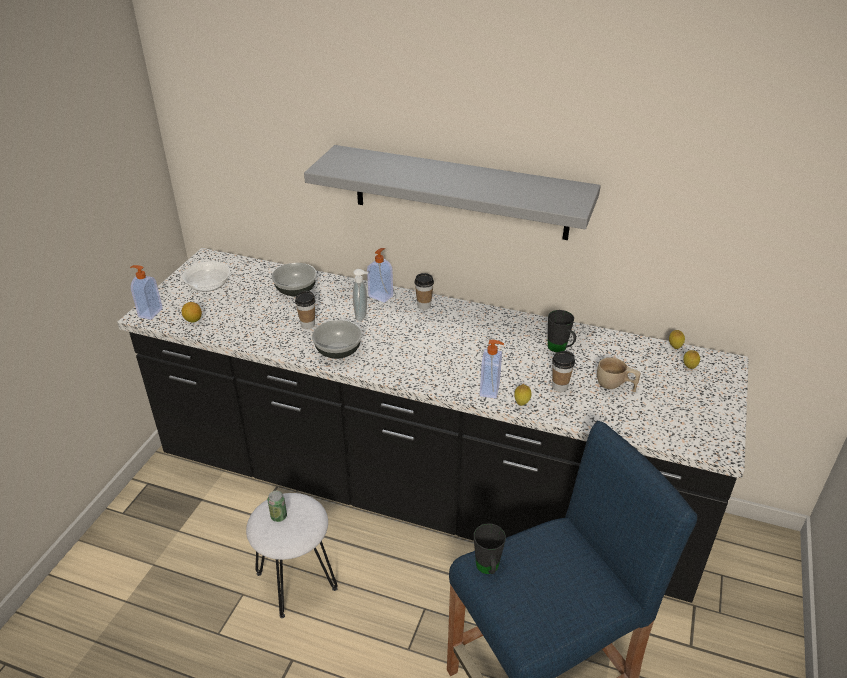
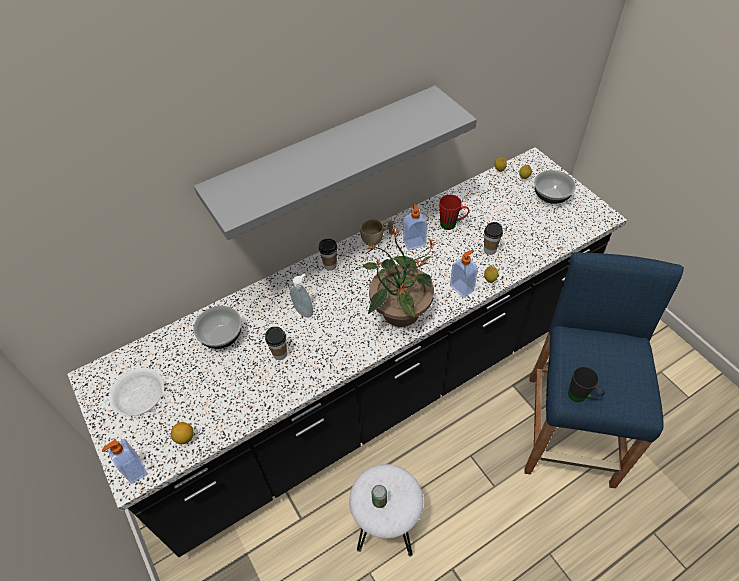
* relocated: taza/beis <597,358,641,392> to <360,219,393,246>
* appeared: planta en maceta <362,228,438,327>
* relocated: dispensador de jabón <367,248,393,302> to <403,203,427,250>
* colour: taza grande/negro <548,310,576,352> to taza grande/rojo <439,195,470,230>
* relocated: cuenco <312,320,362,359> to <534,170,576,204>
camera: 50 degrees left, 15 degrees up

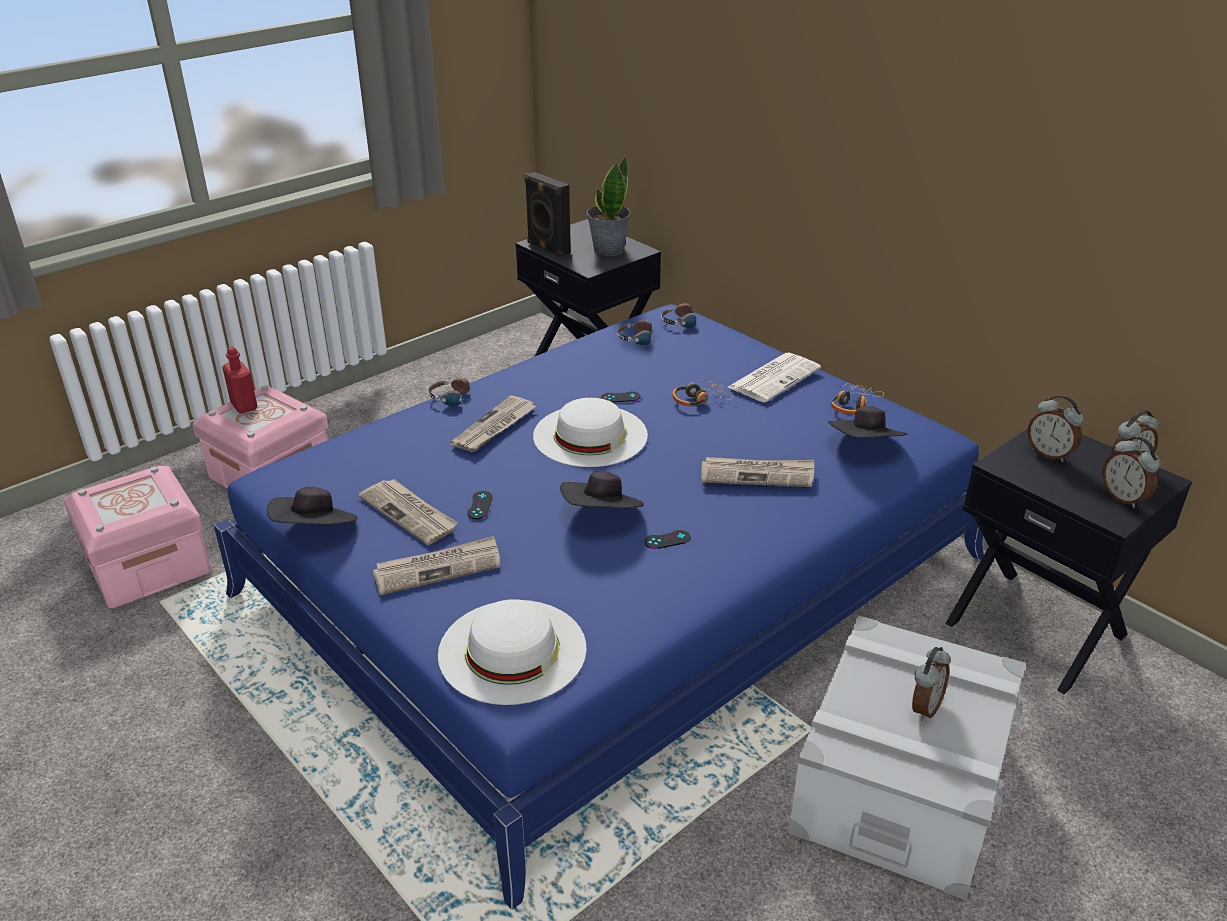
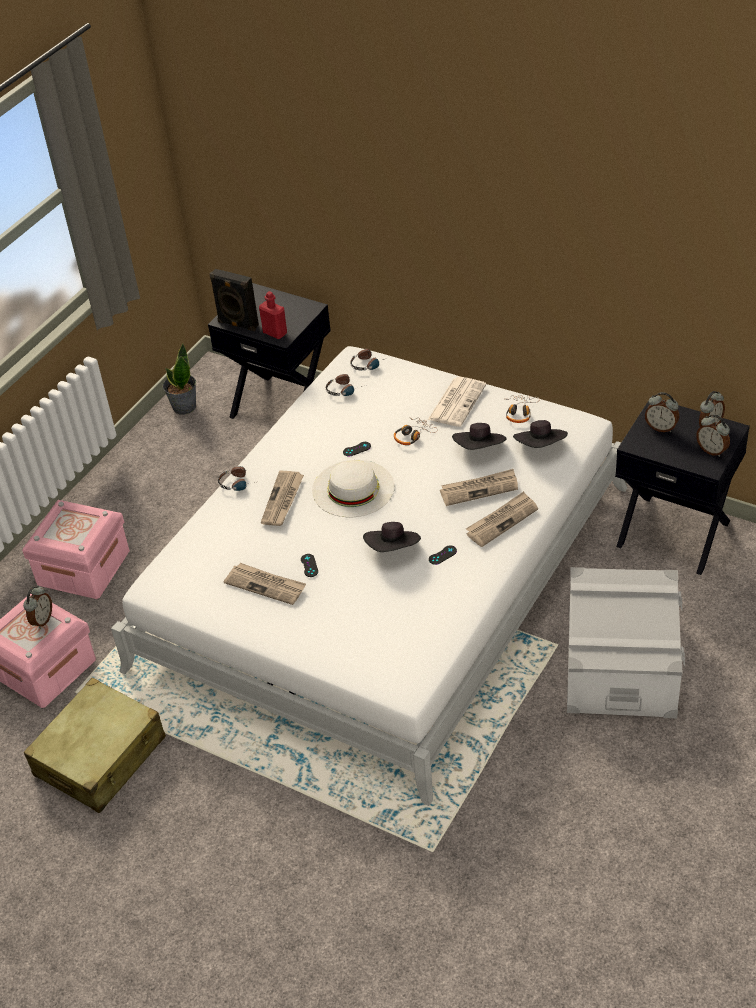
* relocated: despertador <912,647,951,721> to <23,585,52,629>
* appeared: maleta/beis <24,678,166,813>
* colour: cama/azul <214,304,984,910> to cama/blanco <111,346,627,806>
* relocated: planta en maceta <587,155,631,256> to <163,344,196,415>
* relocated: botella/rojo <222,347,258,413> to <259,291,287,339>
* relocated: sombrero/negro <267,487,357,525> to <452,423,507,450>
* relocated: periódico <373,536,500,595> to <466,491,538,547>
* missing: sombrero/blanco <438,599,587,705>
camera: 15 degrees left, 10 degrees up

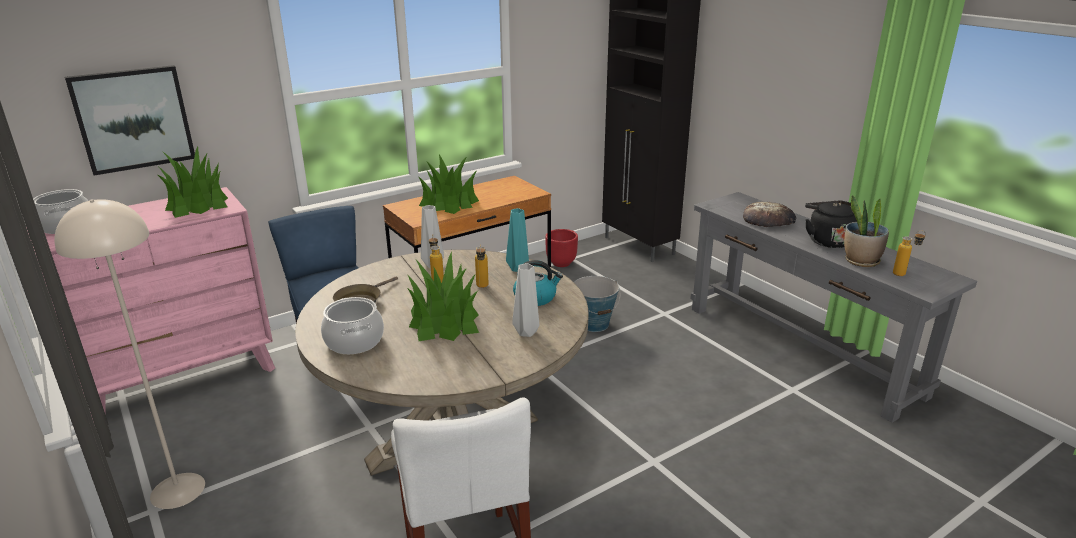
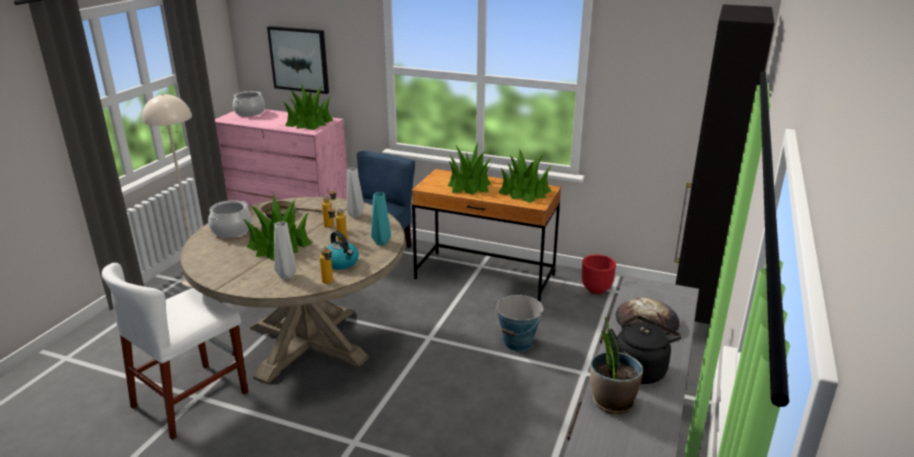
* relocated: botella <893,230,926,276> to <320,246,333,284>
* appeared: planta en maceta <499,149,552,203>
camera: 55 degrees right, 0 degrees up

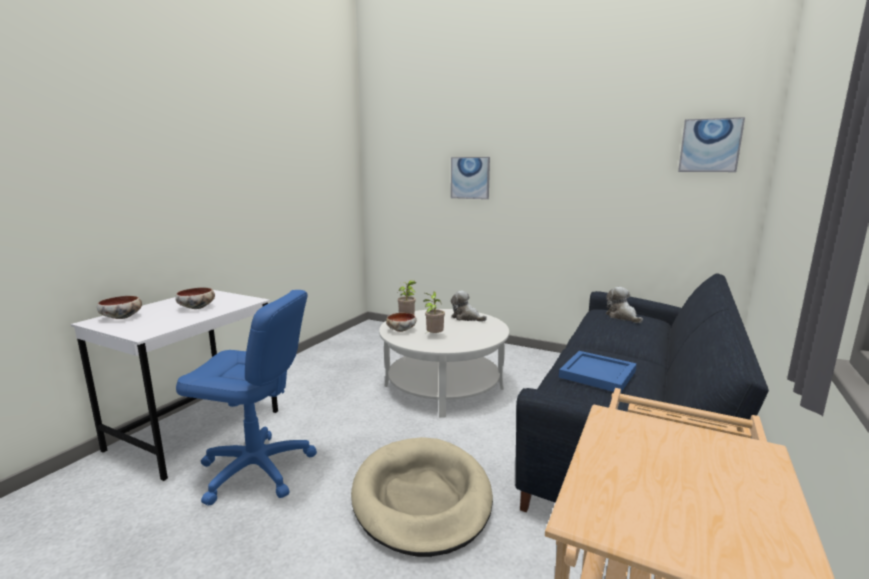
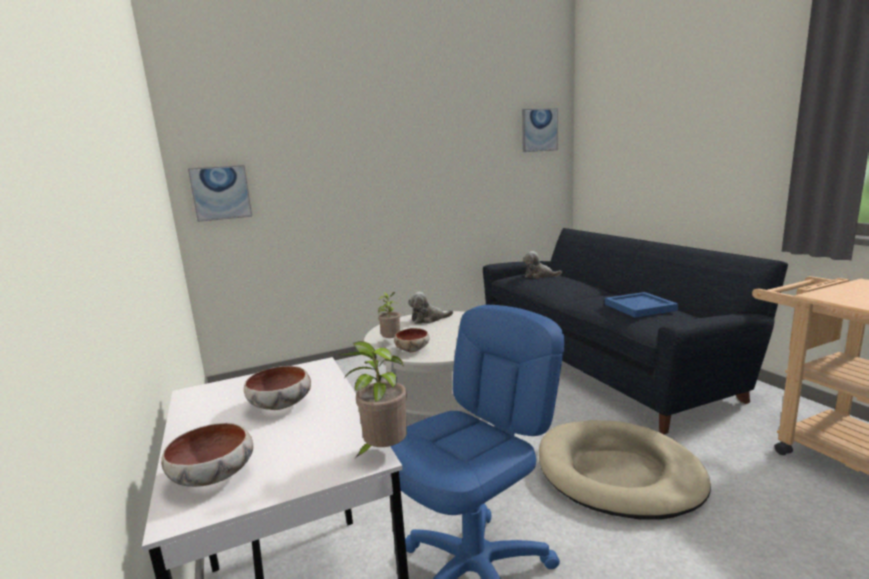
* relocated: cuadro <451,157,490,199> to <188,165,252,222>
* relocated: planta en maceta <423,291,445,333> to <339,341,407,458>
camera: 50 degrees left, 0 degrees up

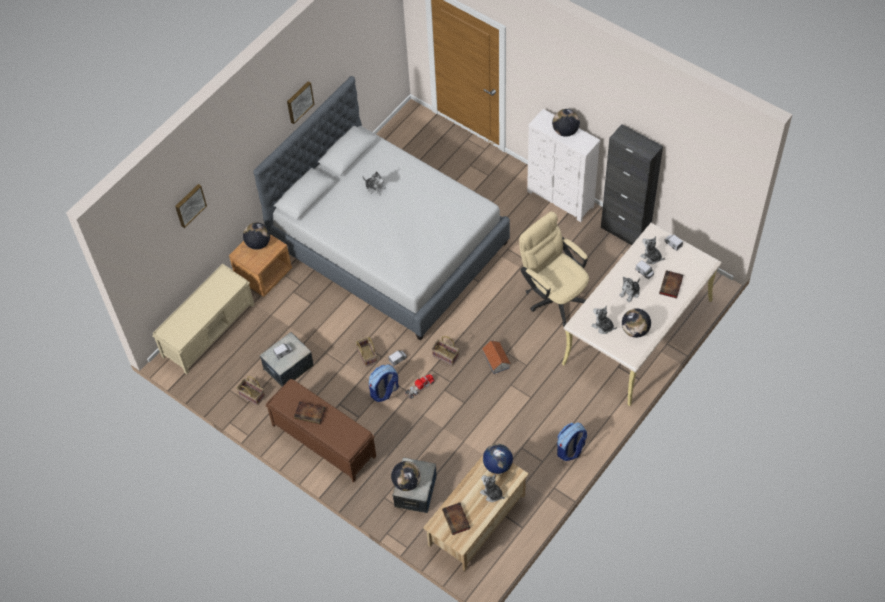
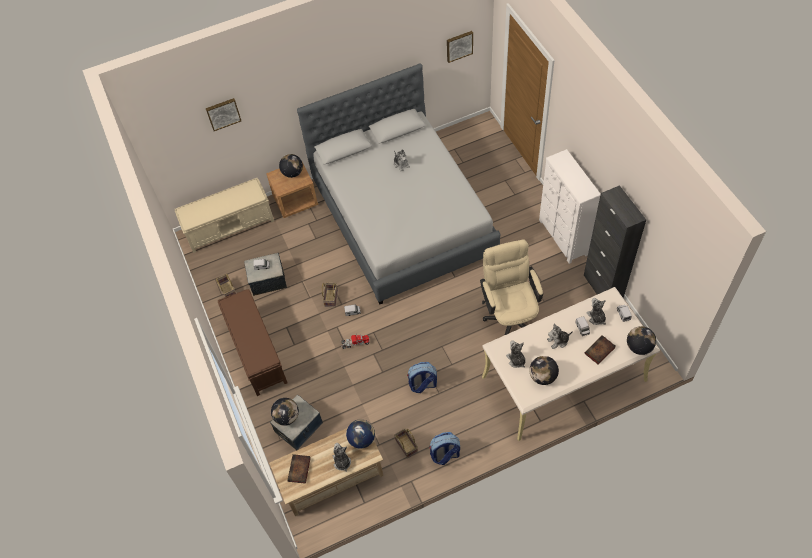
* relocated: cesta <432,336,459,366> to <394,429,418,458>
* relocated: mochila <369,364,399,402> to <407,362,437,393>
* relocated: cuadro <287,82,314,124> to <447,31,473,63>
* relocated: globo terráqueo <552,109,580,137> to <627,326,656,355>
* missing: libro <294,401,326,424>
* missing: casita <482,340,511,374>
camera: 30 degrees right, 0 degrees up

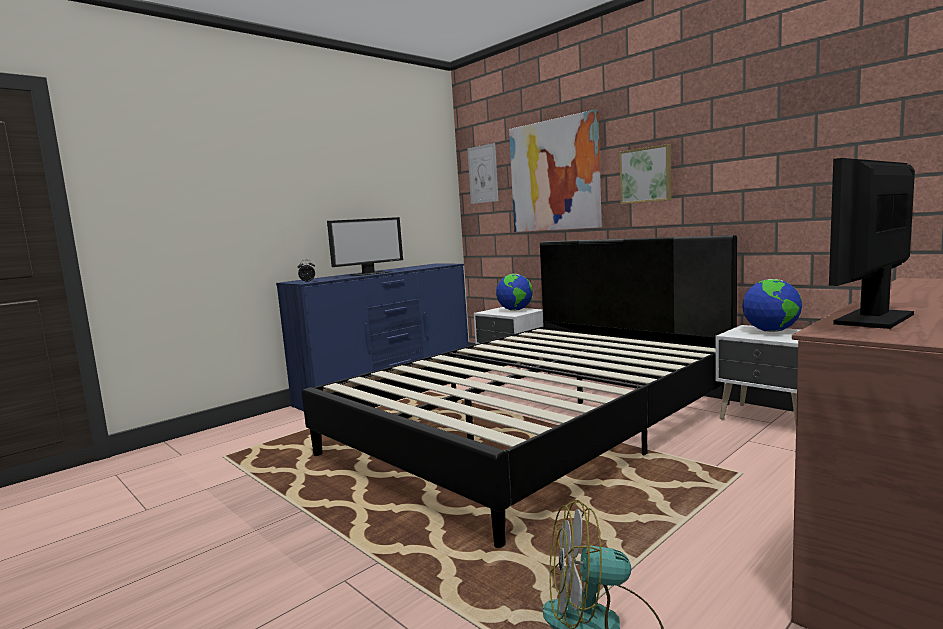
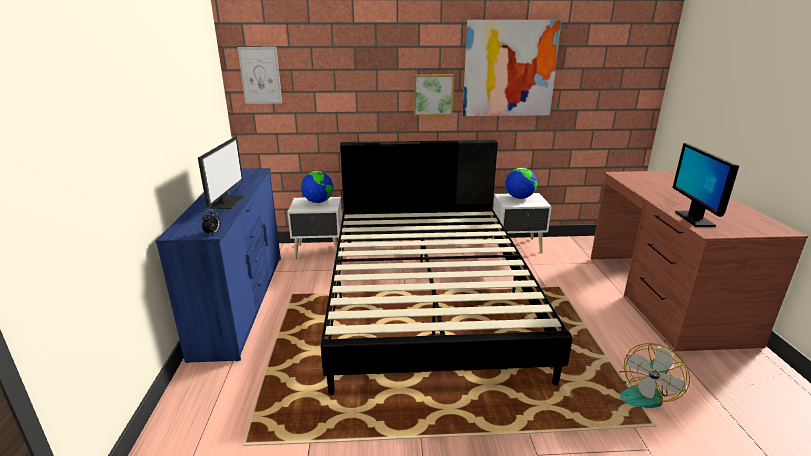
* relocated: cuadro <509,109,602,232> to <463,20,562,116>
camera: 50 degrees left, 15 degrees up

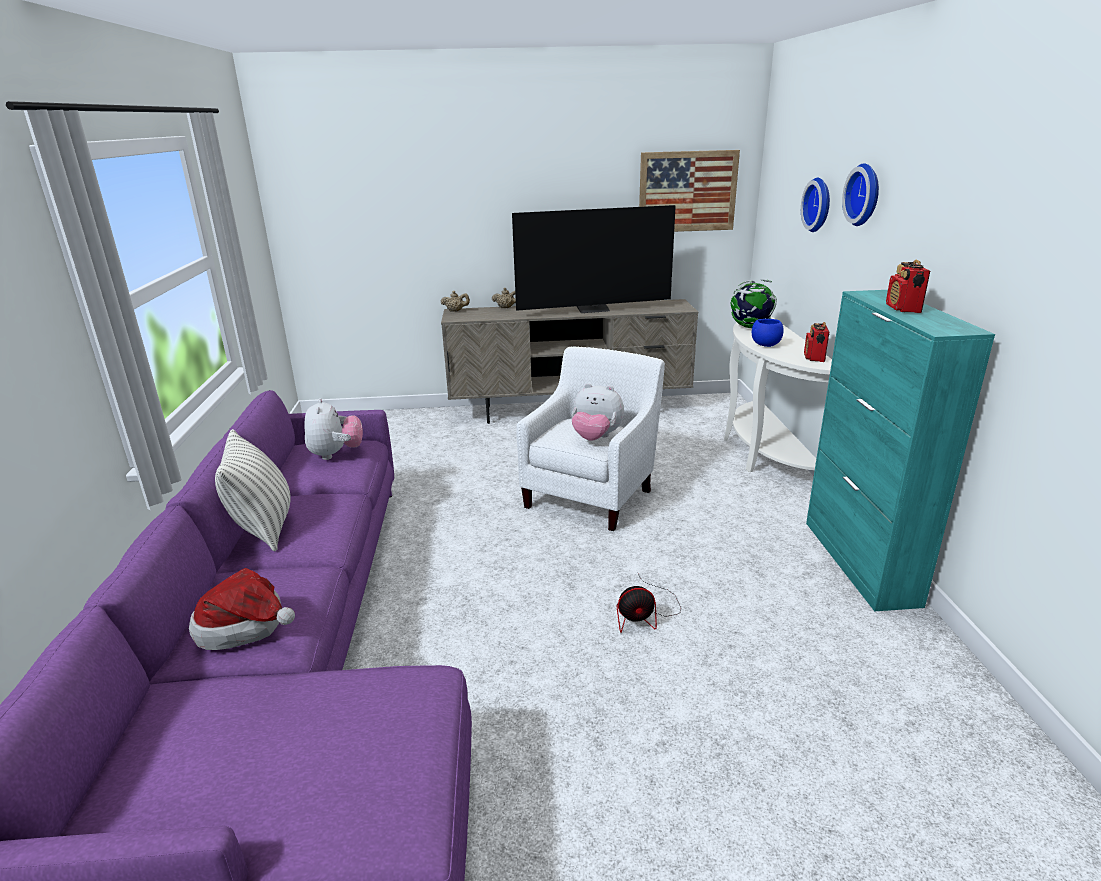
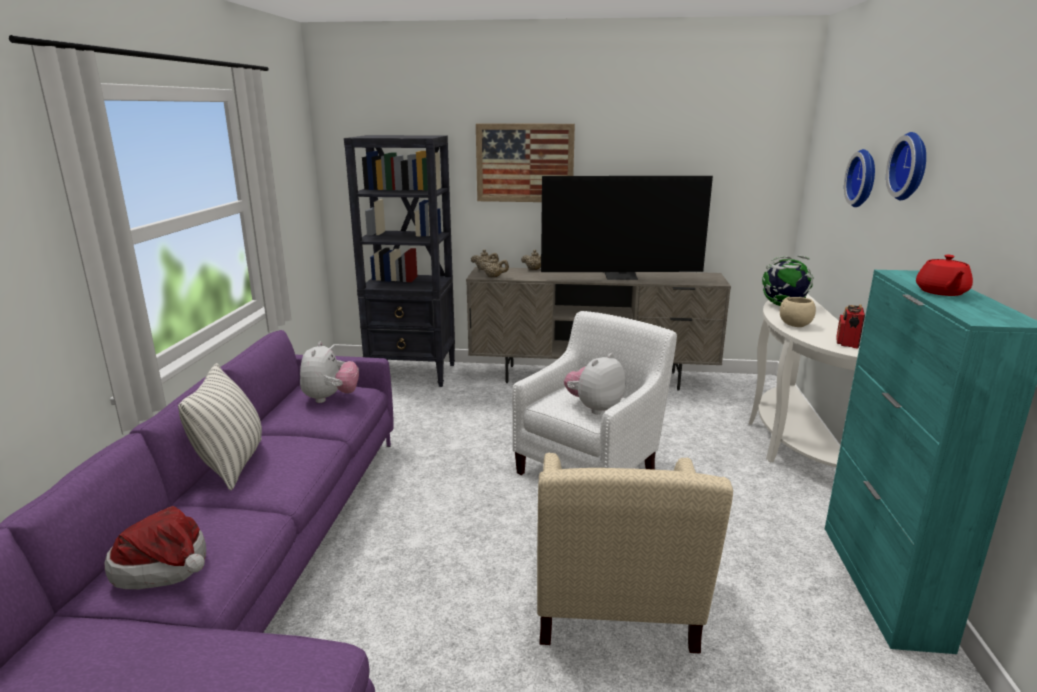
* appeared: estantería/negro <344,135,455,387>
* relocated: cuadro <639,150,740,232> to <476,123,575,202>
* appeared: tetera/beis <479,256,509,278>
* exchanged: ventilador <617,574,681,633> to sillón/beis <537,453,733,654>
* spun: peluche <571,383,624,441> = <564,353,626,414> 105 degrees clockwise
* colour: cuenco/azul <752,319,784,347> to cuenco/beis <780,297,816,327>
* exchanged: radio <886,260,930,313> to tetera/rojo <916,255,973,296>
camera: 10 degrees right, 5 degrees down

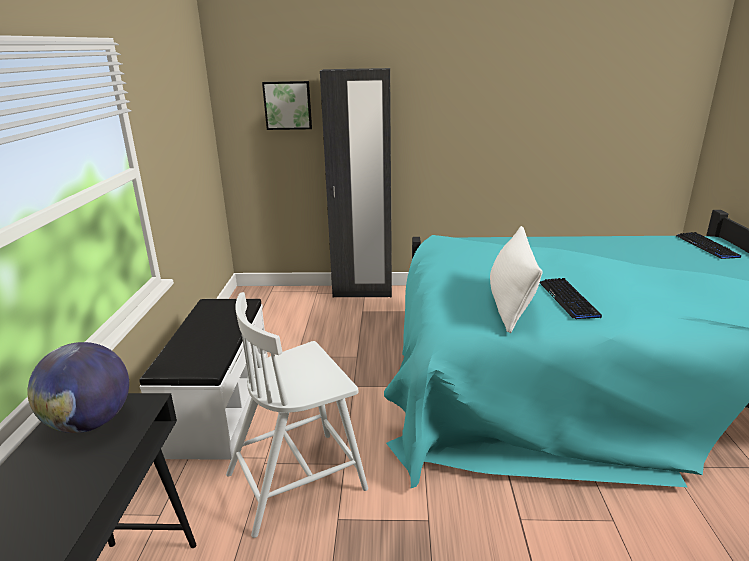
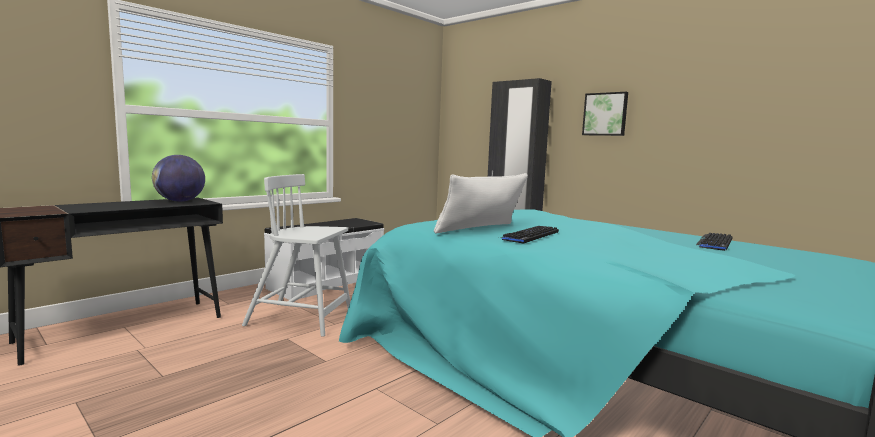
* relocated: cuadro <262,81,312,130> to <582,92,628,136>
* relocated: teclado <676,232,741,259> to <696,233,732,251>
camera: 40 degrees right, 15 degrees down

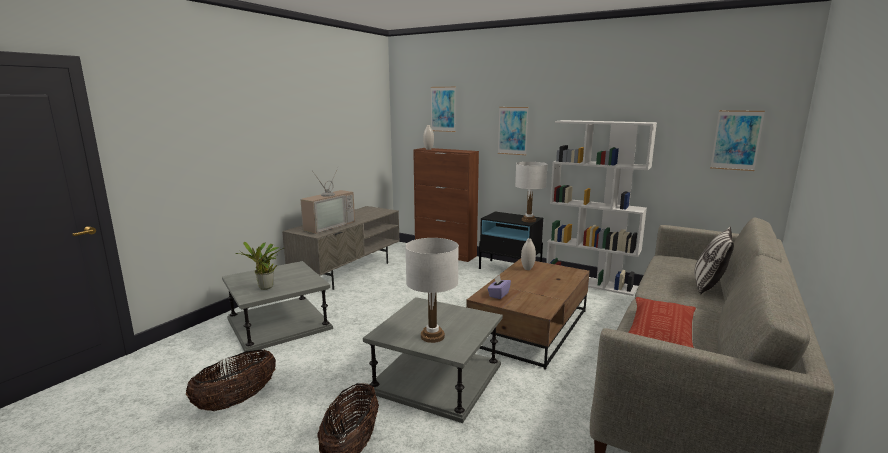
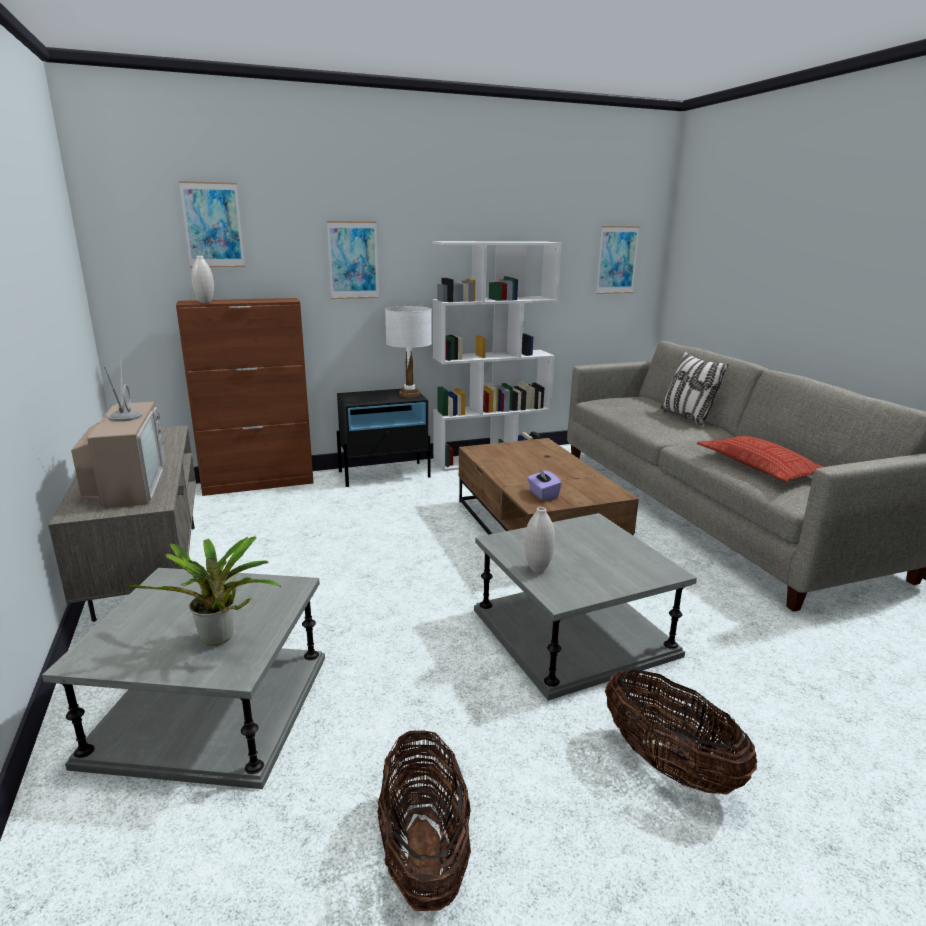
* relocated: florero/blanco <521,238,536,270> to <524,507,555,572>
* missing: lámpara de mesa/blanco <405,238,459,343>
camera: 50 degrees left, 5 degrees up

